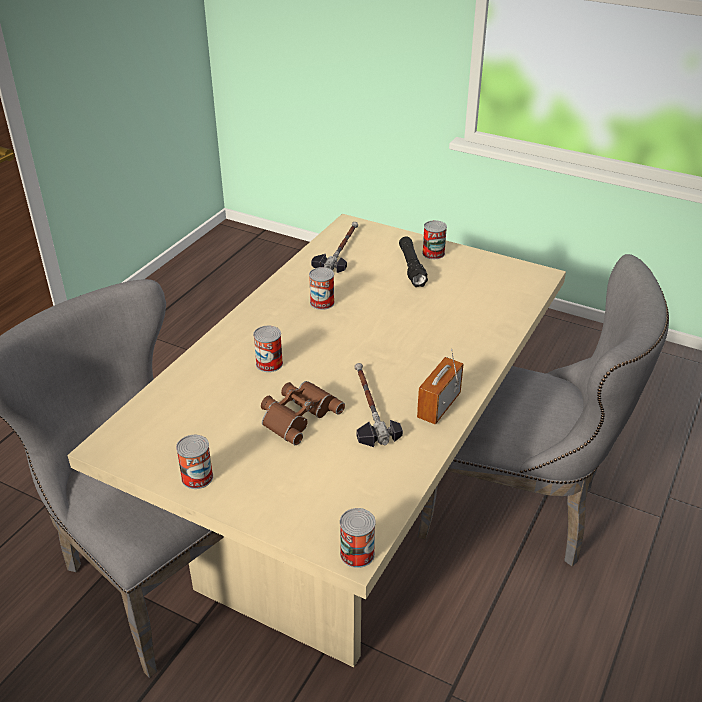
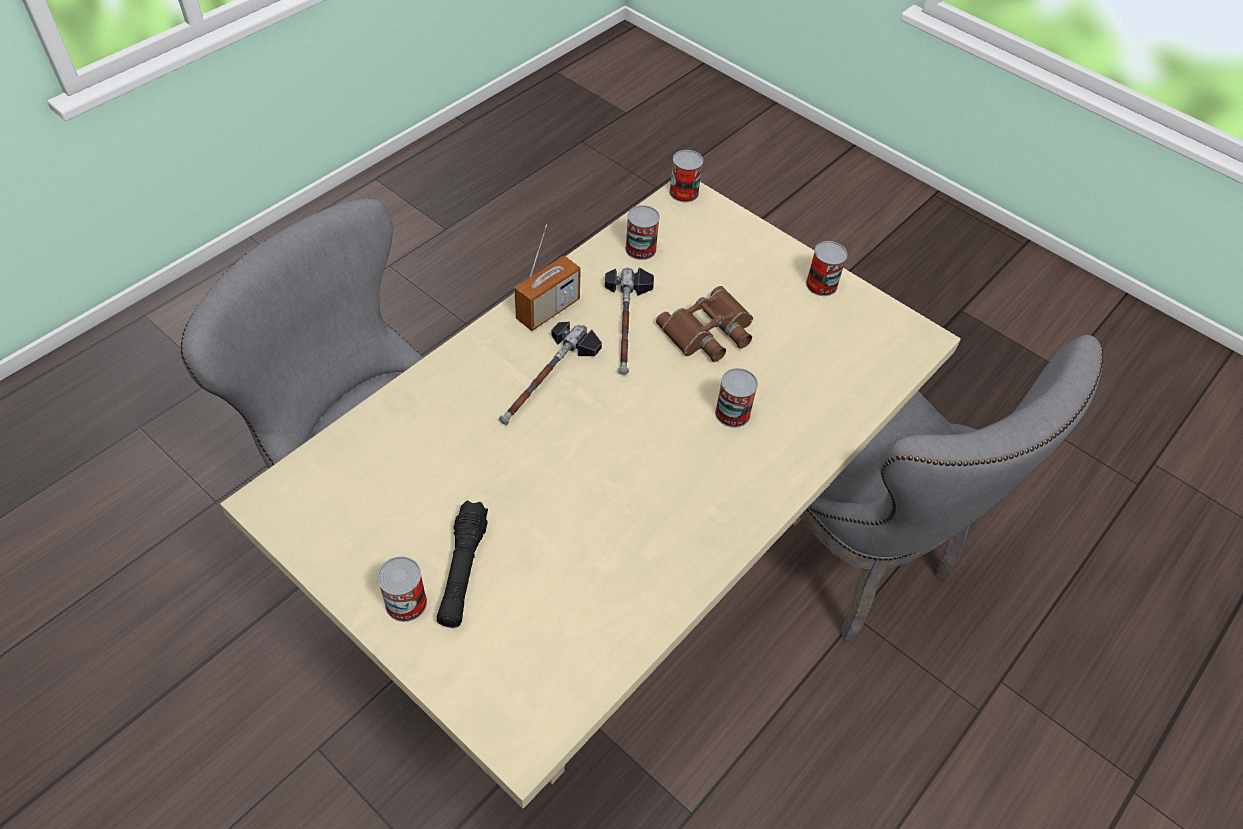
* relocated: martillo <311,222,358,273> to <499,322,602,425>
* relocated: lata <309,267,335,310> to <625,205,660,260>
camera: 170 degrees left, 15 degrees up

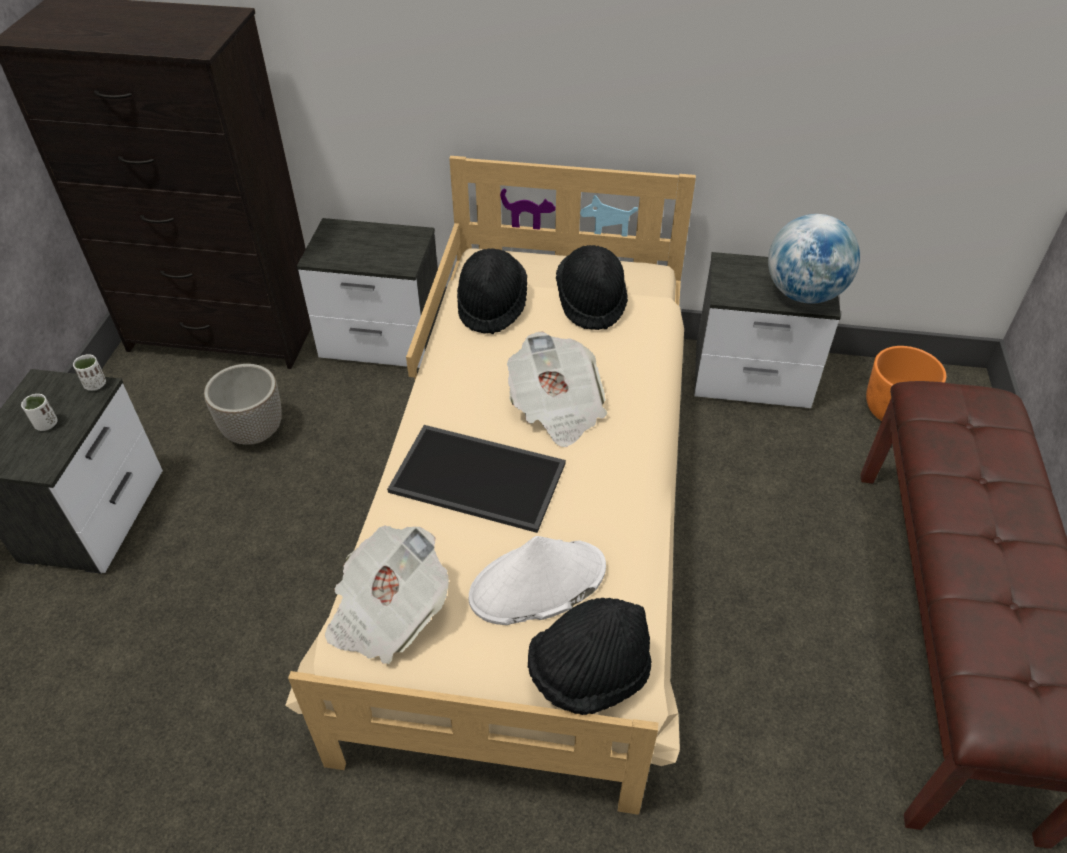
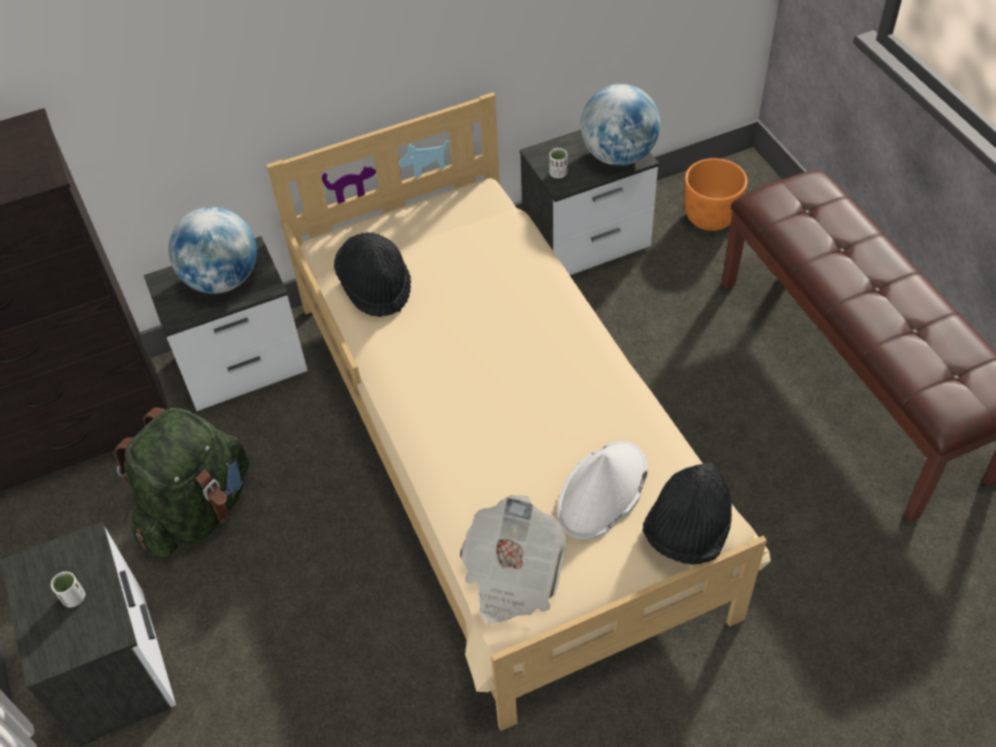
* exchanged: maceta <204,364,282,444> to mochila/verde <115,407,249,557>
* appeared: globo terráqueo <168,207,257,294>
* relocated: taza/blanco <73,354,106,391> to <549,148,568,178>
* missing: bandeja <387,425,566,533>
* missing: periódico <507,332,607,447>
* missing: sombrero/negro <556,245,628,330>
camera: 30 degrees left, 5 degrees up

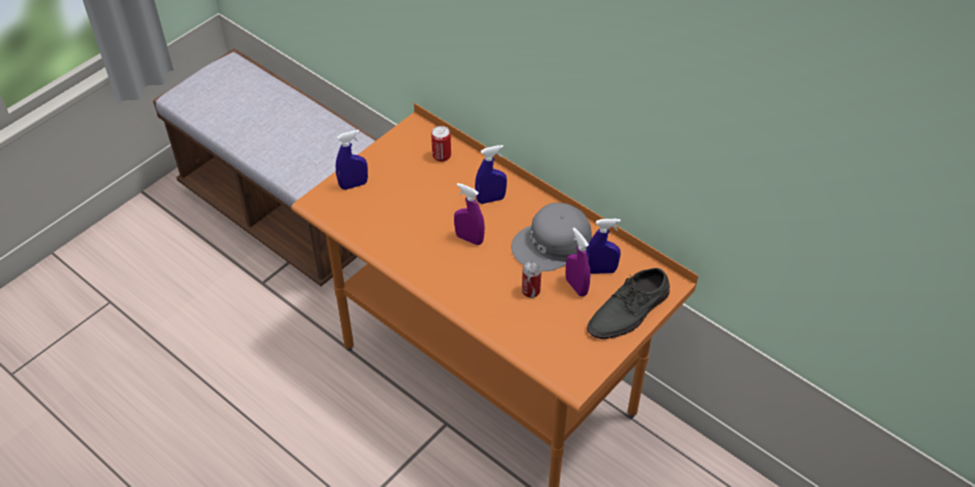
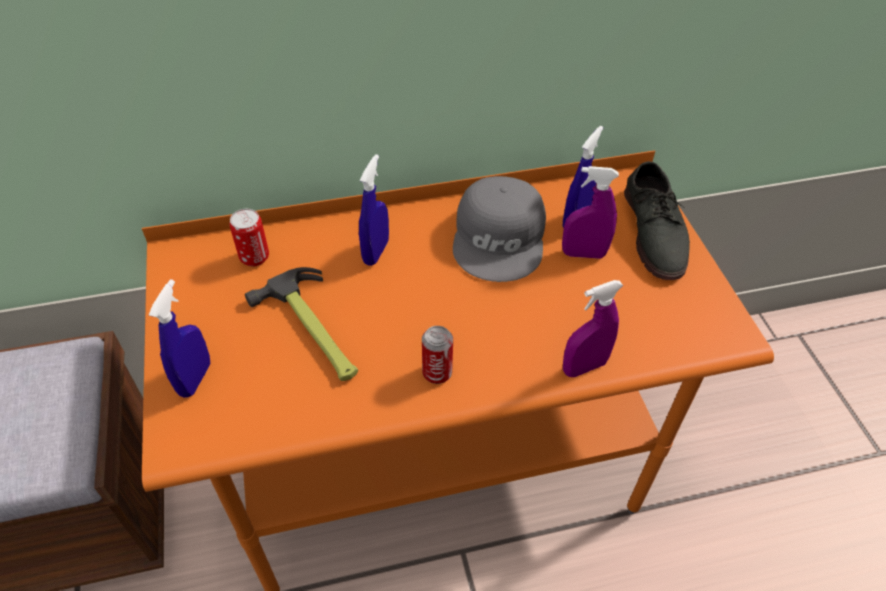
* appeared: martillo <245,267,358,381>
* relocated: lata <522,262,542,298> to <422,326,453,384>
* relocated: pulverizador/morado <454,183,485,245> to <563,280,624,377>
camera: 55 degrees left, 0 degrees up

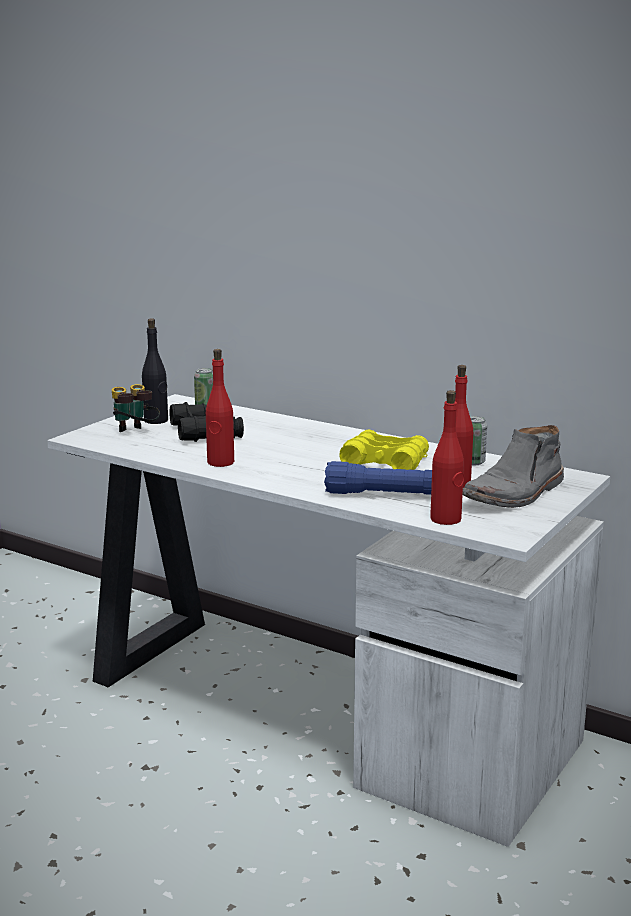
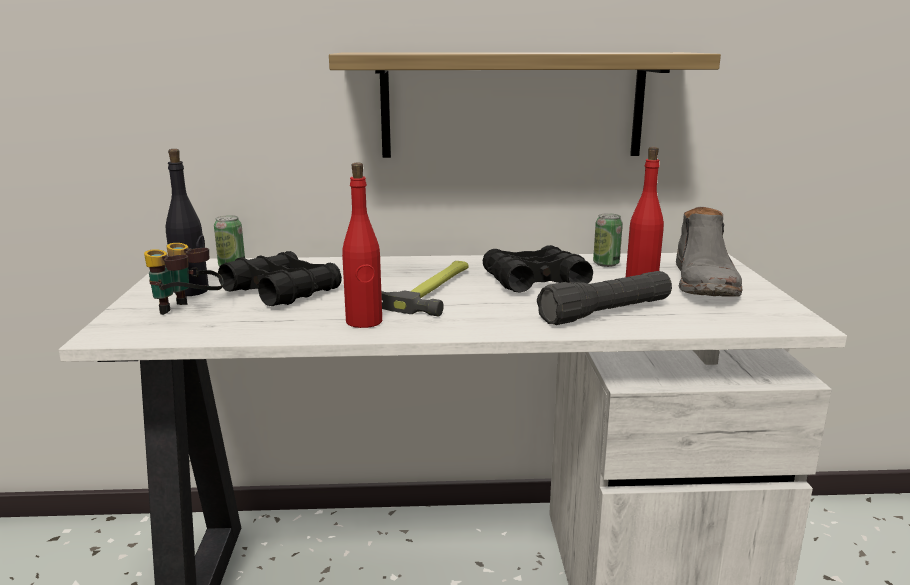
* appeared: estante <329,52,721,158>
* appeared: martillo <381,261,469,317>
* colour: prismáticos/amarillo <339,430,429,470> to prismáticos/negro <483,245,593,293>
* colour: linterna/azul <324,461,432,495> to linterna/negro <537,271,672,325>
* missing: botella/rojo <430,390,464,525>
camera: 35 degrees left, 0 degrees up

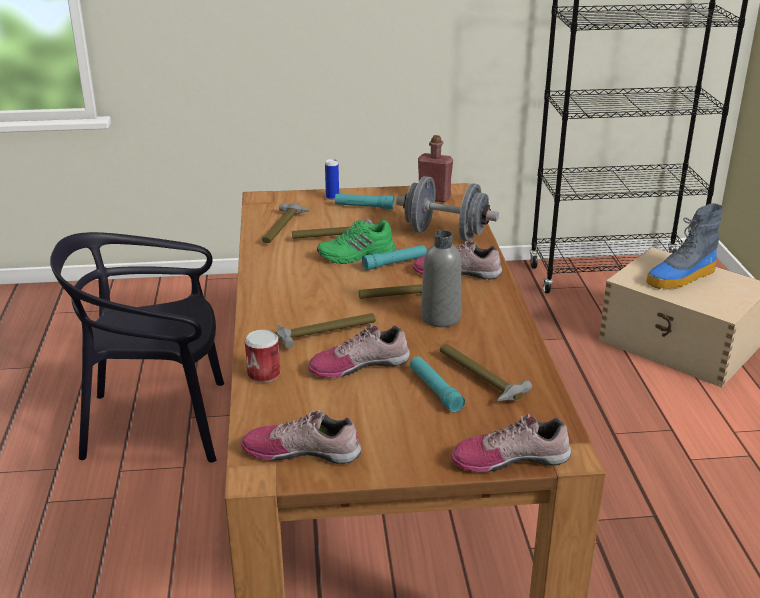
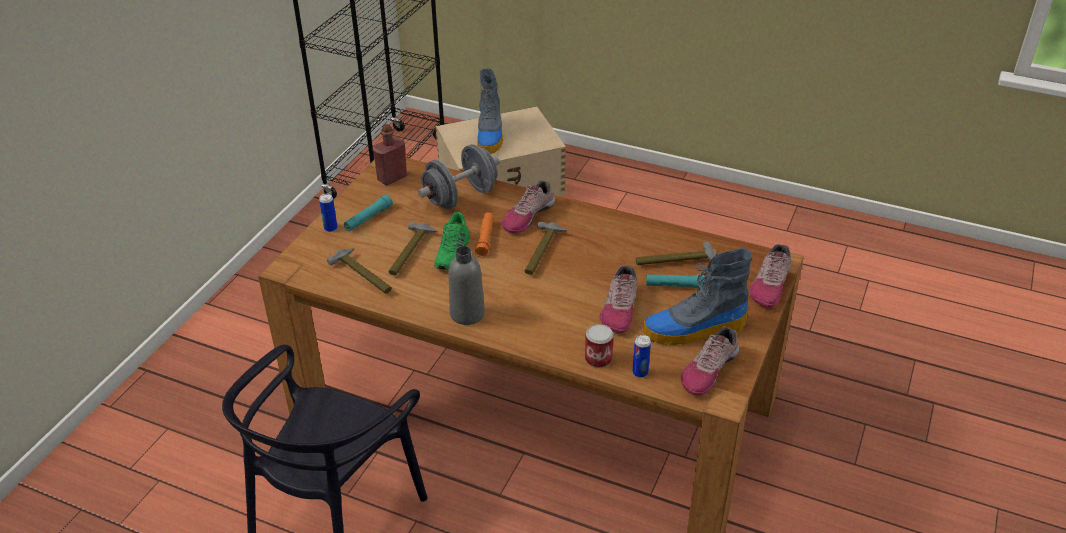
* relocated: botella/gris <421,230,461,327> to <448,246,485,325>
* colour: linterna/turquesa <362,245,427,270> to linterna/naranja <475,212,494,257>
* appeared: lata <632,335,651,378>
* appeared: bota <643,248,752,346>
* missing: martillo <275,313,376,349>
camera: 60 degrees left, 10 degrees up

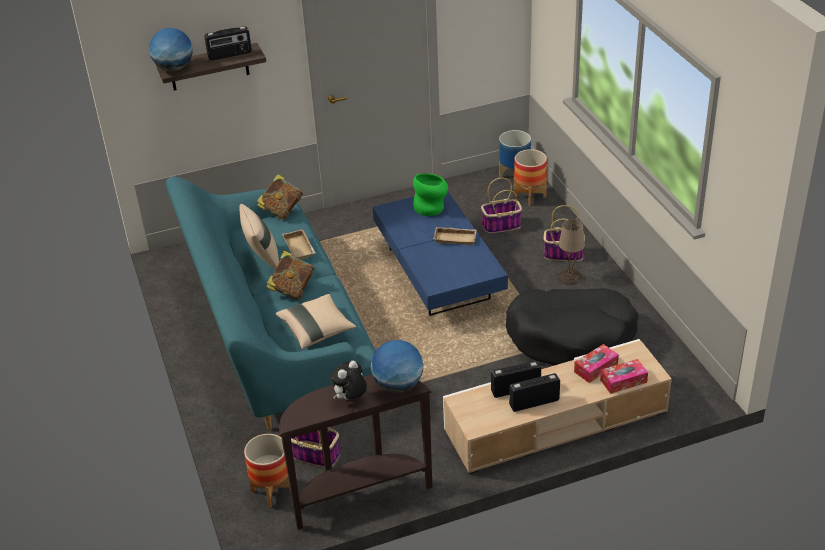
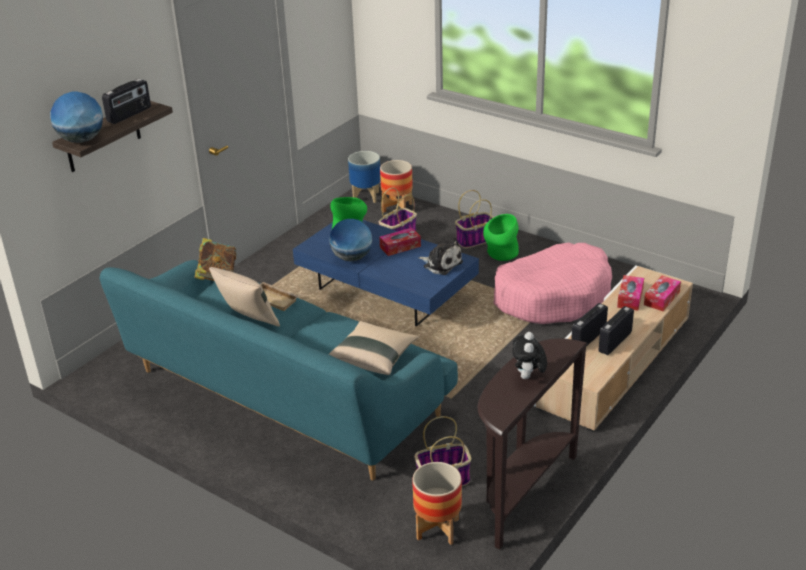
* relocated: globo terráqueo <371,340,423,393> to <329,219,372,261>
* exchanged: bandeja/beis <434,227,477,245> to caja de pañuelos <379,228,421,256>
* appeared: peluche <419,238,463,275>
* exchanged: lámpara de mesa/beis <558,219,585,285> to florero/verde <483,214,519,261>
* colour: cama para perro/negro <506,288,638,366> to cama para perro/rosa <494,242,612,324>
* missing: libro <266,251,314,300>
camera: 35 degrees left, 5 degrees down

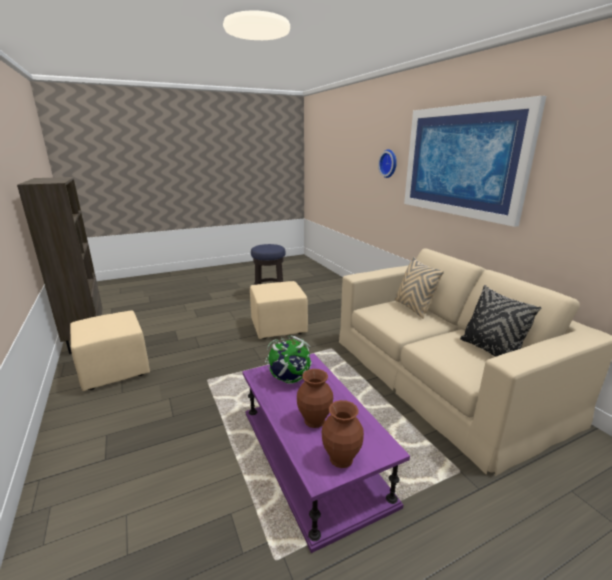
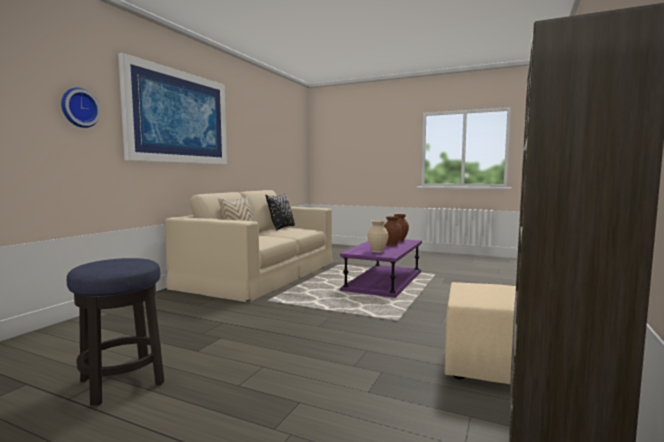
* exchanged: globo terráqueo <265,336,312,384> to florero/beis <368,220,388,253>
* missing: puf/beis <250,281,308,339>
camera: 130 degrees left, 15 degrees down

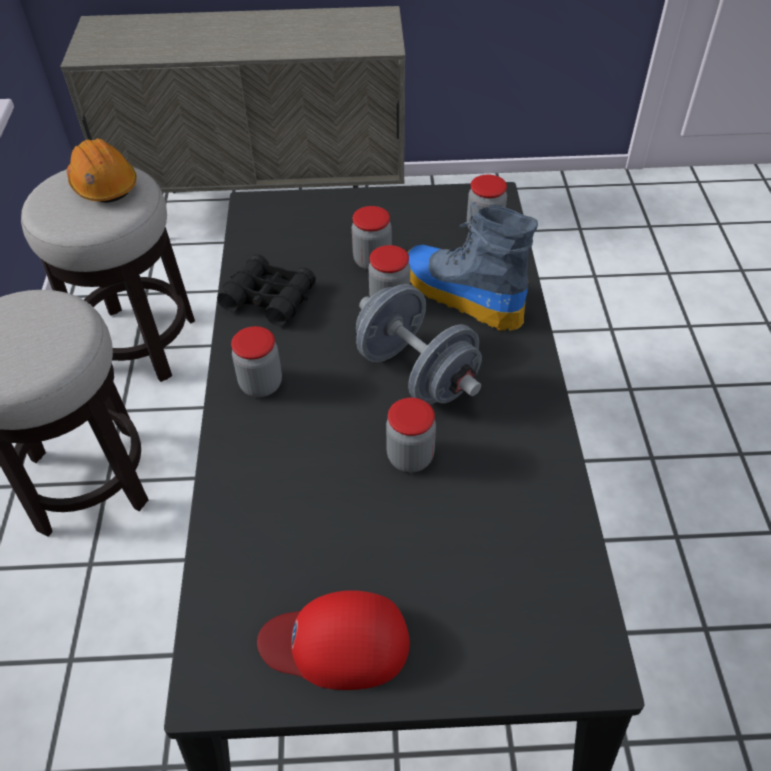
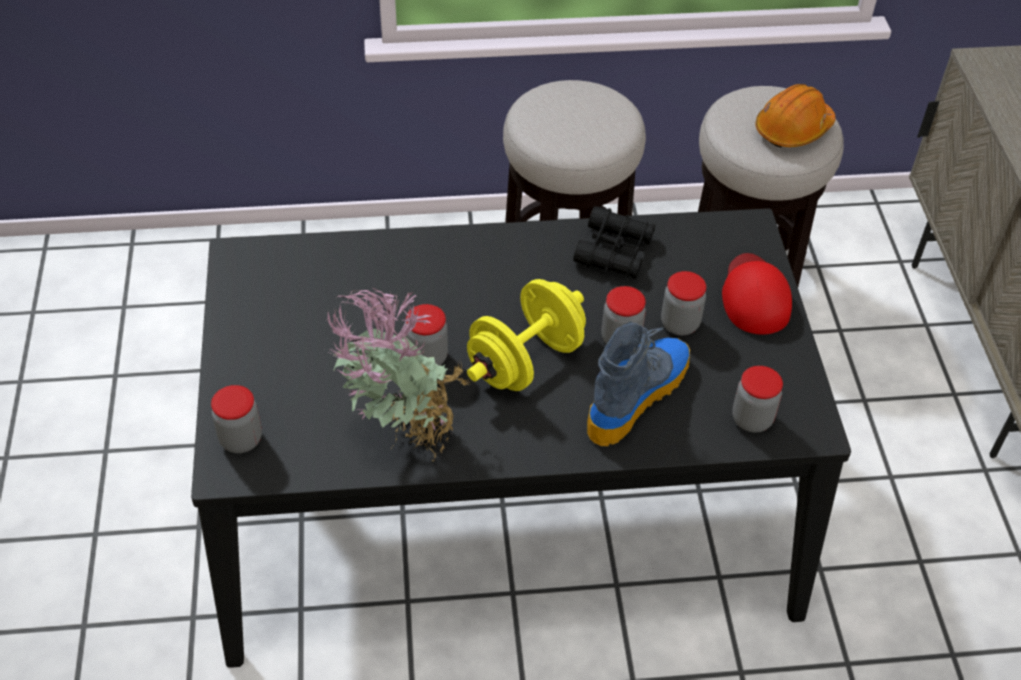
* relocated: tarro <231,326,282,397> to <211,385,262,453>
* appeared: planta en maceta <326,288,475,462>
* colour: mancuerna/gris <356,284,482,404> to mancuerna/amarillo <467,279,586,391>
* relocated: gorra/rojo <257,590,410,690> to <722,253,792,335>
camera: 85 degrees right, 0 degrees up

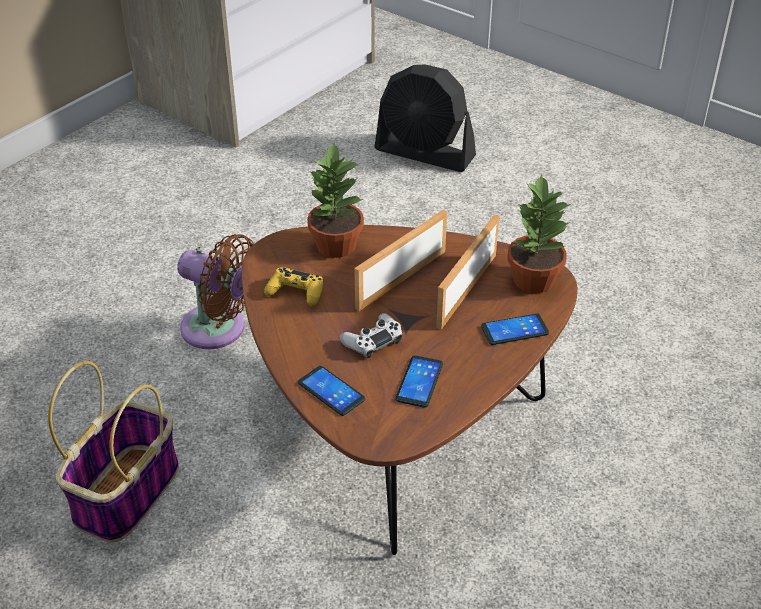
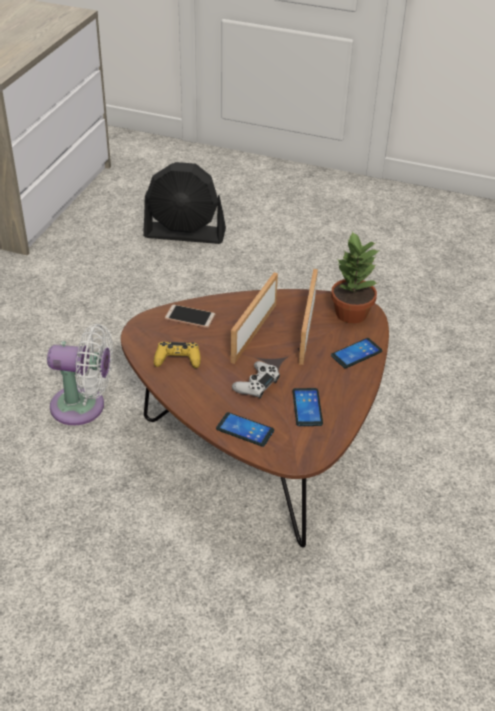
* colour: ventilador/marrón <177,234,254,349> to ventilador/blanco <47,324,113,425>
* exchanged: planta en maceta <307,143,364,258> to móvil <165,305,216,328>
* missing: cesta <48,361,179,543>
camera: 20 degrees left, 0 degrees up

